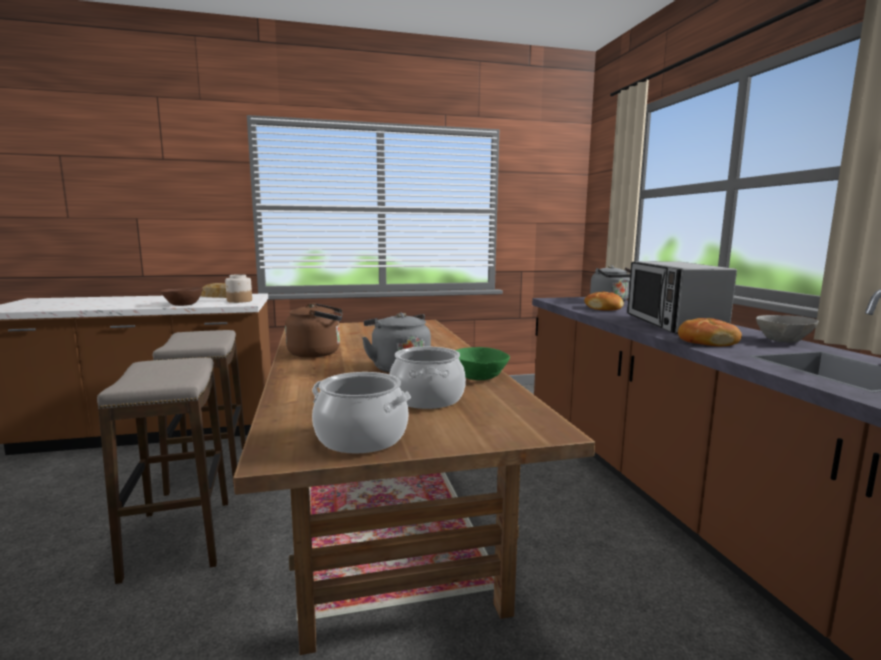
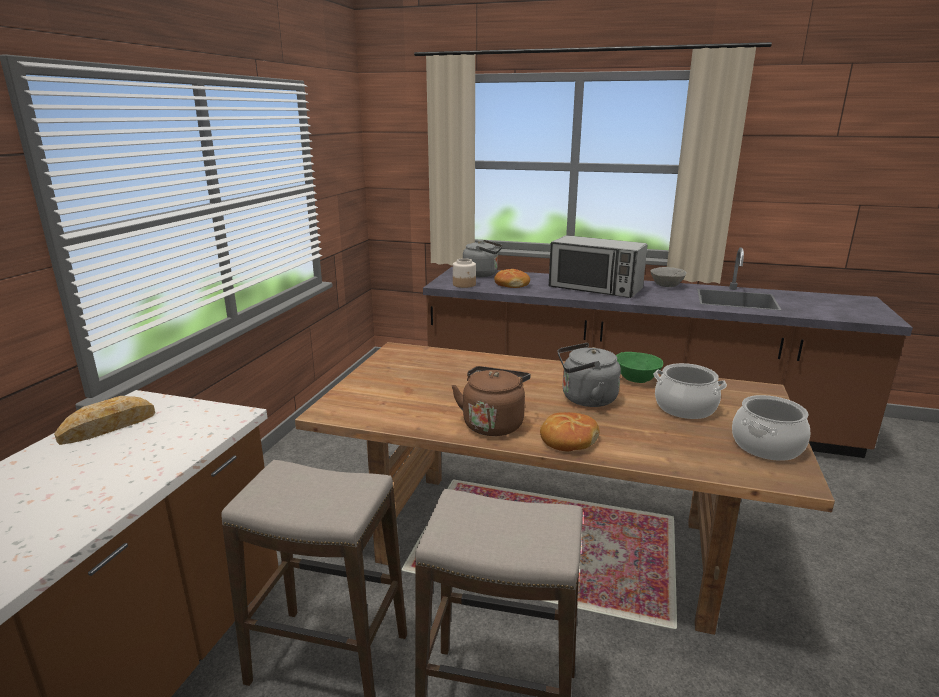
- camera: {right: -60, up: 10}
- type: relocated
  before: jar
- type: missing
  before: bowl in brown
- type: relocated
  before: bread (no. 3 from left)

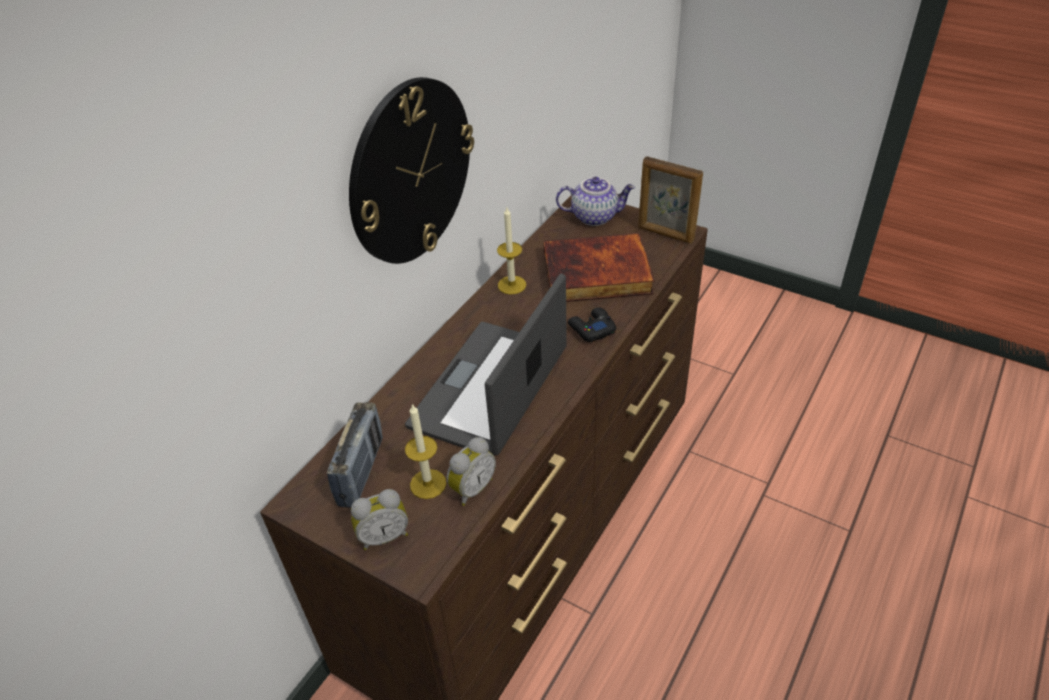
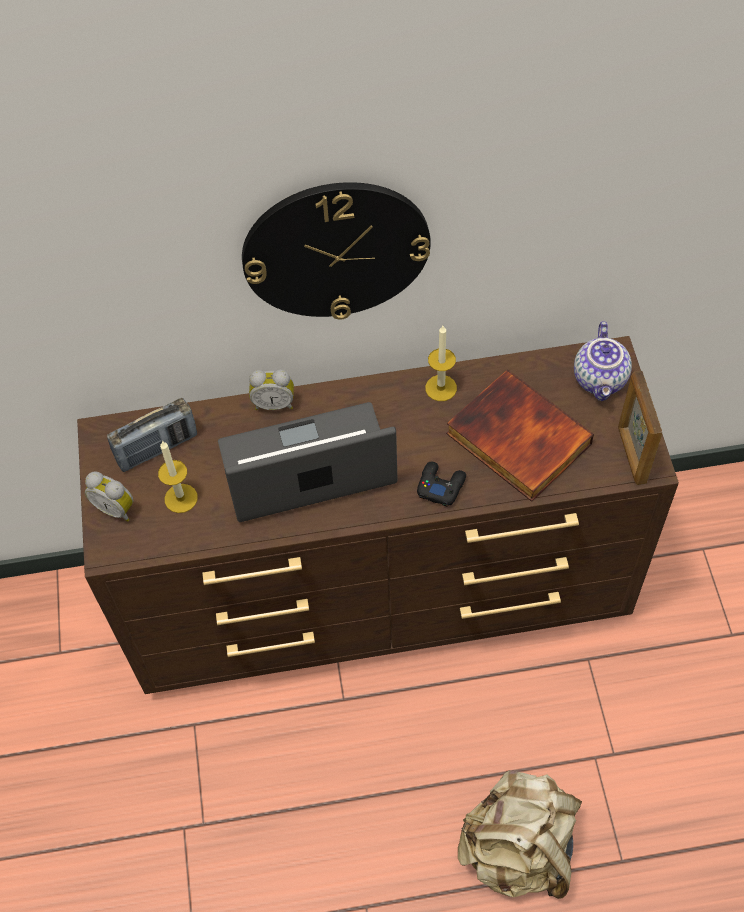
- camera: {right: 50, up: 15}
- type: spun
  before: teapot
  turn: 45
- type: relocated
  before: alarm clock (no. 2 from left)
- type: appeared
  after: backpack in beige

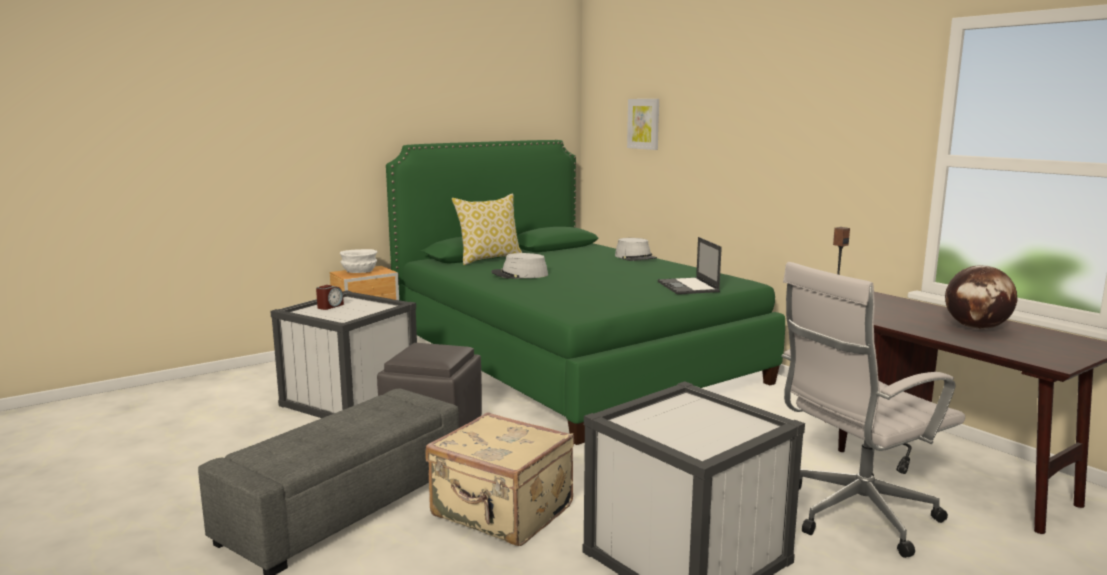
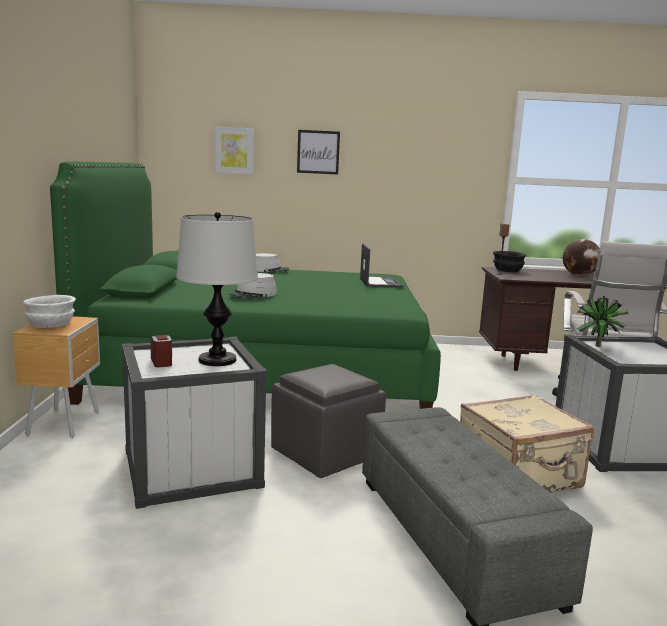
- camera: {right: -55, up: 0}
- type: missing
  before: pillow
- type: spun
  before: laptop
  turn: -120
- type: appeared
  after: picture (no. 2 from left)
- type: appeared
  after: table lamp
- type: appeared
  after: bowl in black
- type: appeared
  after: potted plant

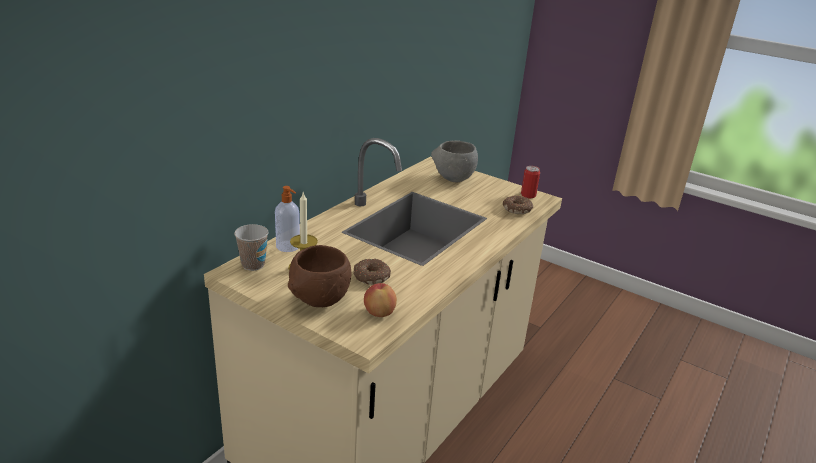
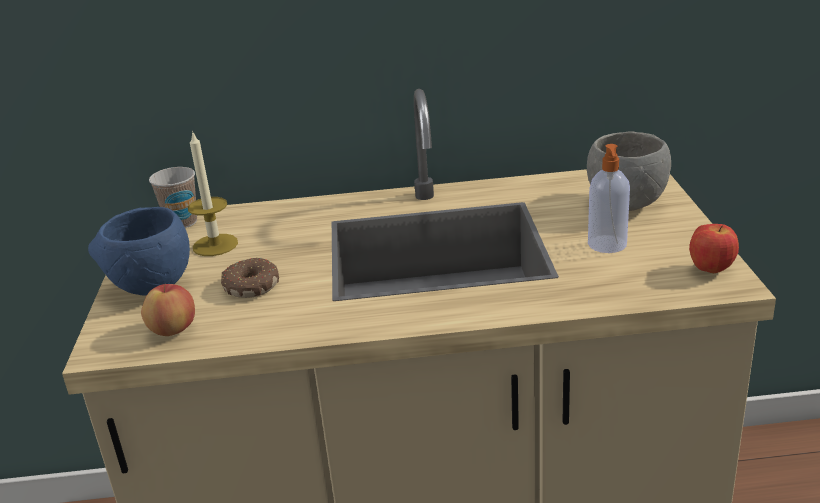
- camera: {right: 55, up: 0}
- type: exchanged
  before: can
  after: apple (no. 2 from left)
- type: relocated
  before: soap dispenser
- type: missing
  before: donut (no. 2 from left)
- type: colour
  before: bowl in brown
  after: bowl in blue

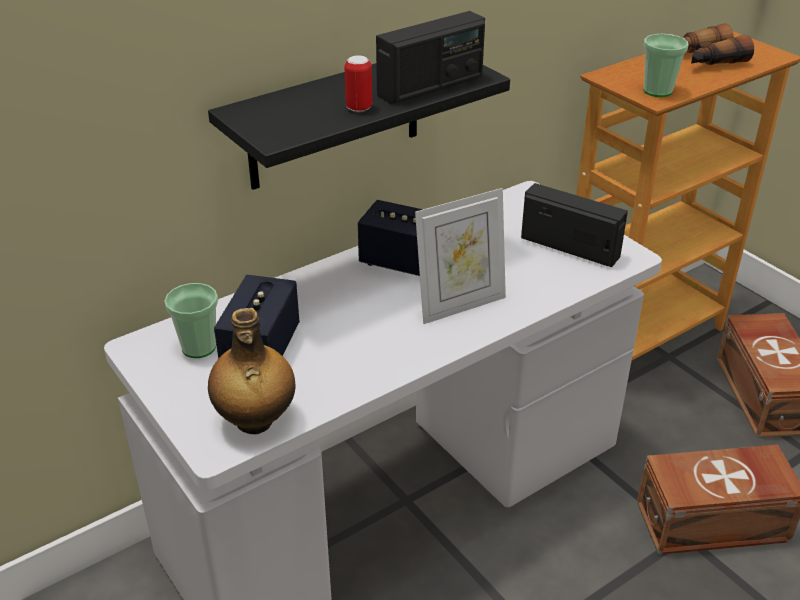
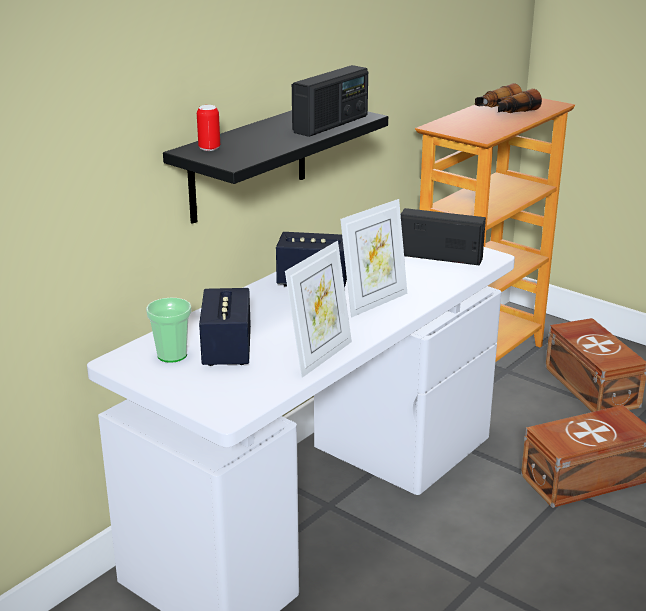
- camera: {right: -15, up: -10}
- type: missing
  before: cup (no. 2 from left)
- type: relocated
  before: can
- type: missing
  before: bottle
- type: appeared
  after: picture frame (no. 1 from left)

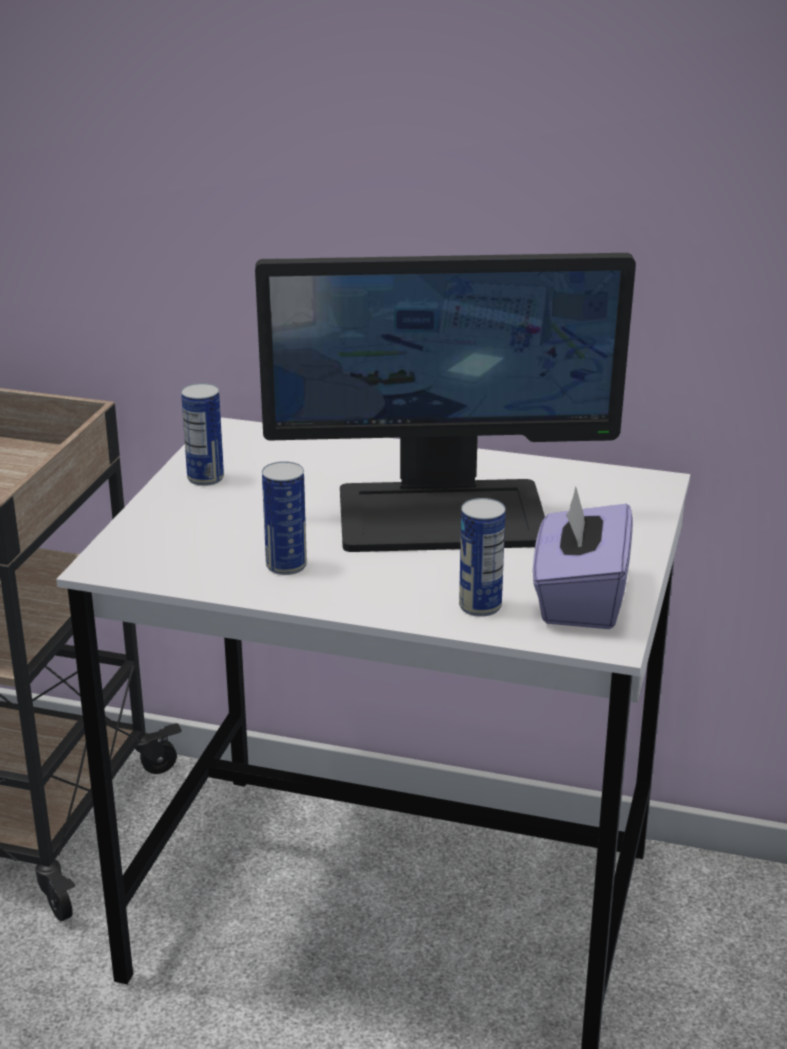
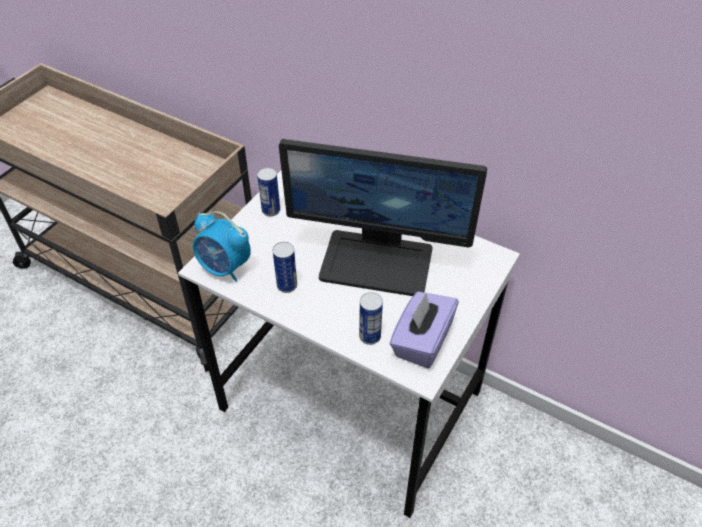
- camera: {right: 15, up: 20}
- type: appeared
  after: alarm clock

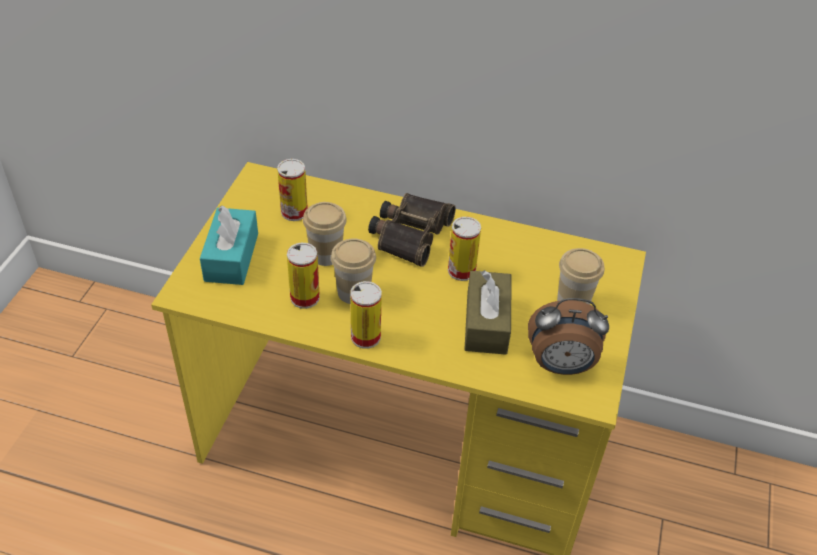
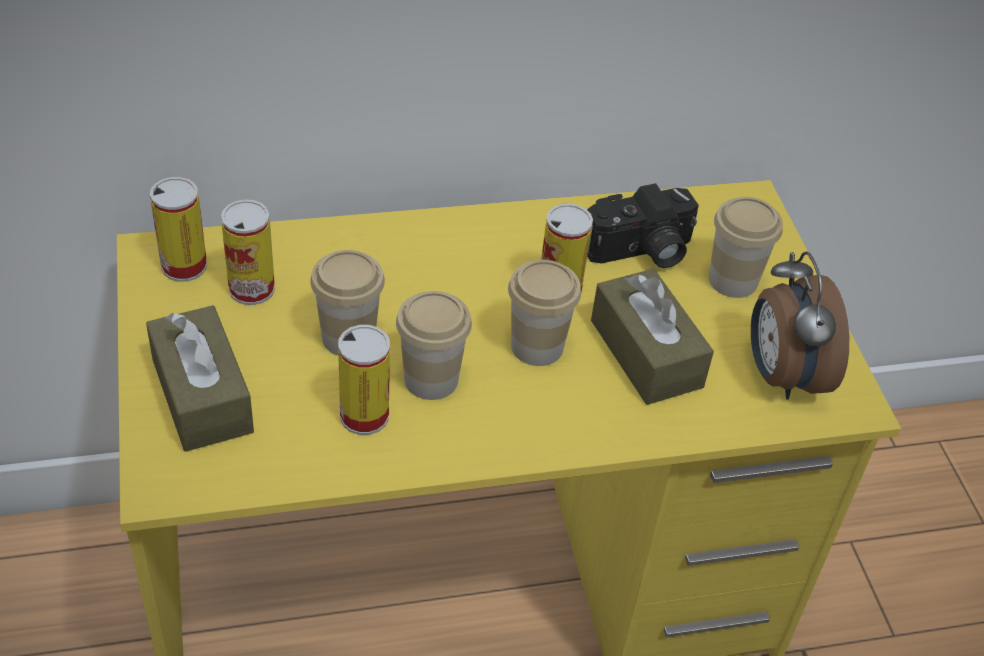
- camera: {right: -30, up: 0}
- type: missing
  before: binoculars
- type: colour
  before: tissue box in turquoise
  after: tissue box in brown (no. 1 from left)
- type: relocated
  before: can (no. 3 from left in the first image)
  after: can (no. 1 from left)
- type: spun
  before: alarm clock
  turn: 105
- type: appeared
  after: photo camera
- type: appeared
  after: cup (no. 3 from left)

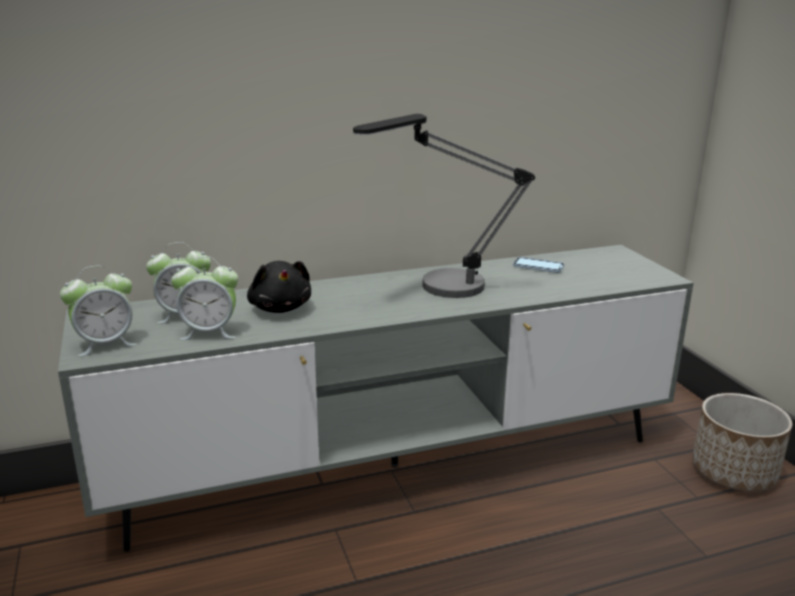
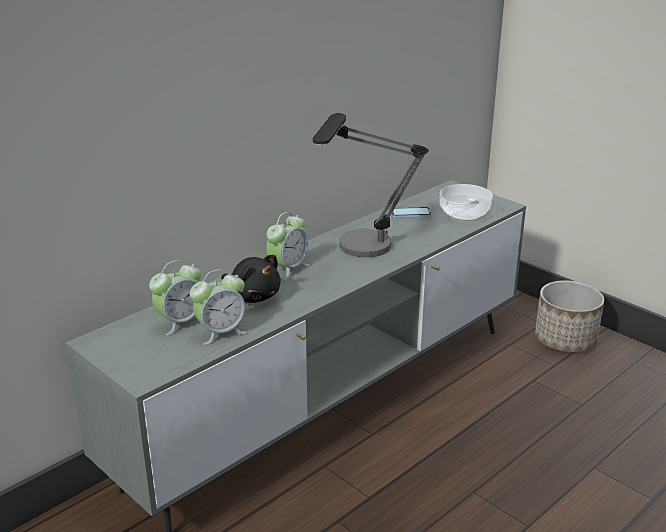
- camera: {right: -25, up: 5}
- type: relocated
  before: alarm clock (no. 1 from left in the first image)
  after: alarm clock (no. 3 from left)
- type: appeared
  after: bowl

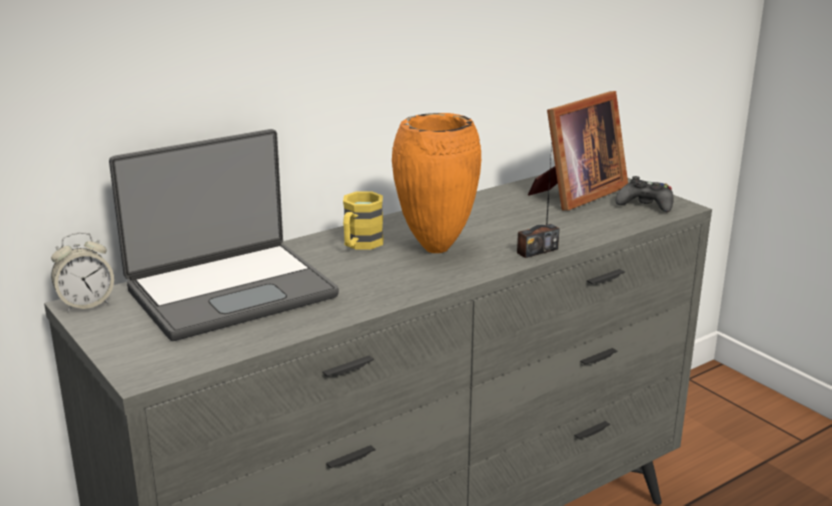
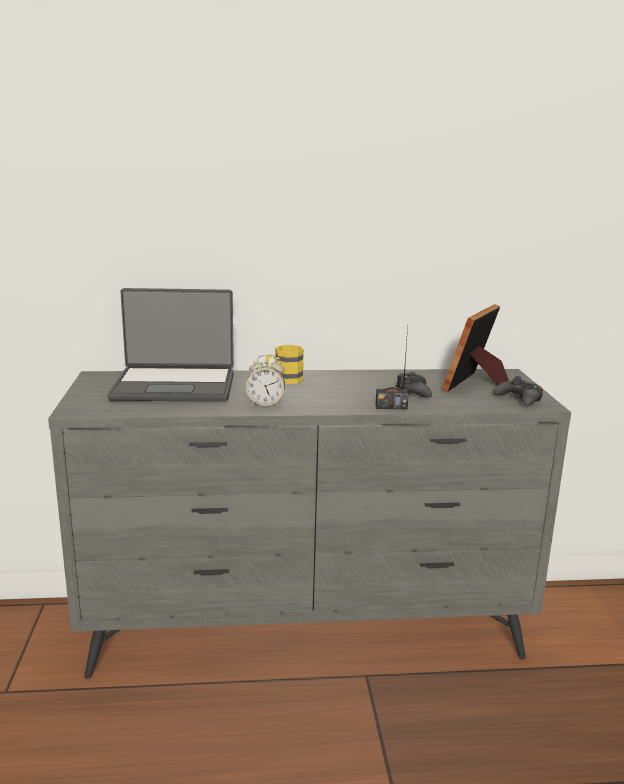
- camera: {right: 30, up: -5}
- type: spun
  before: picture frame
  turn: 135
- type: missing
  before: vase in orange
- type: relocated
  before: alarm clock
- type: appeared
  after: game controller in black (no. 1 from left)

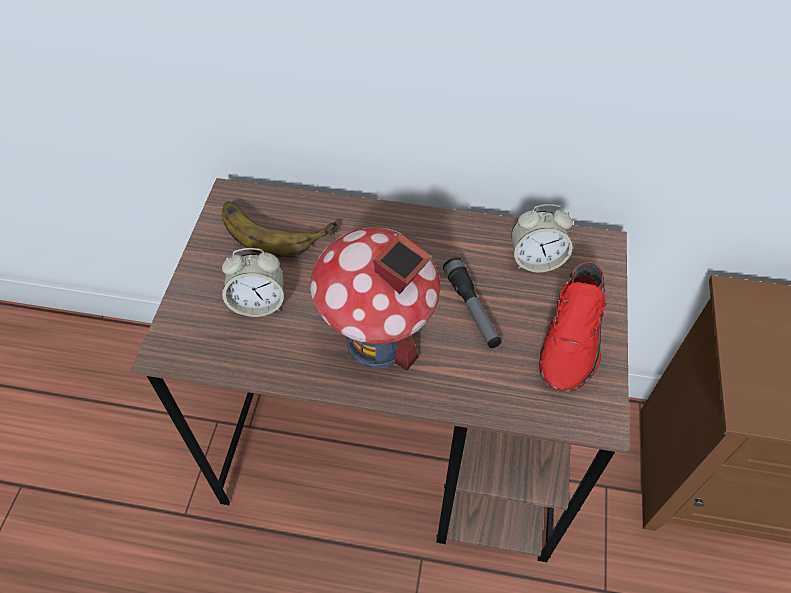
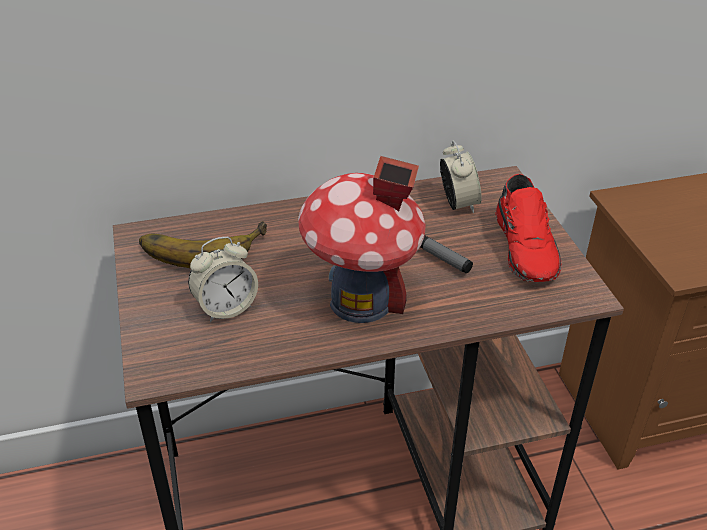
- camera: {right: -25, up: -15}
- type: spun
  before: alarm clock (no. 2 from left)
  turn: -75

